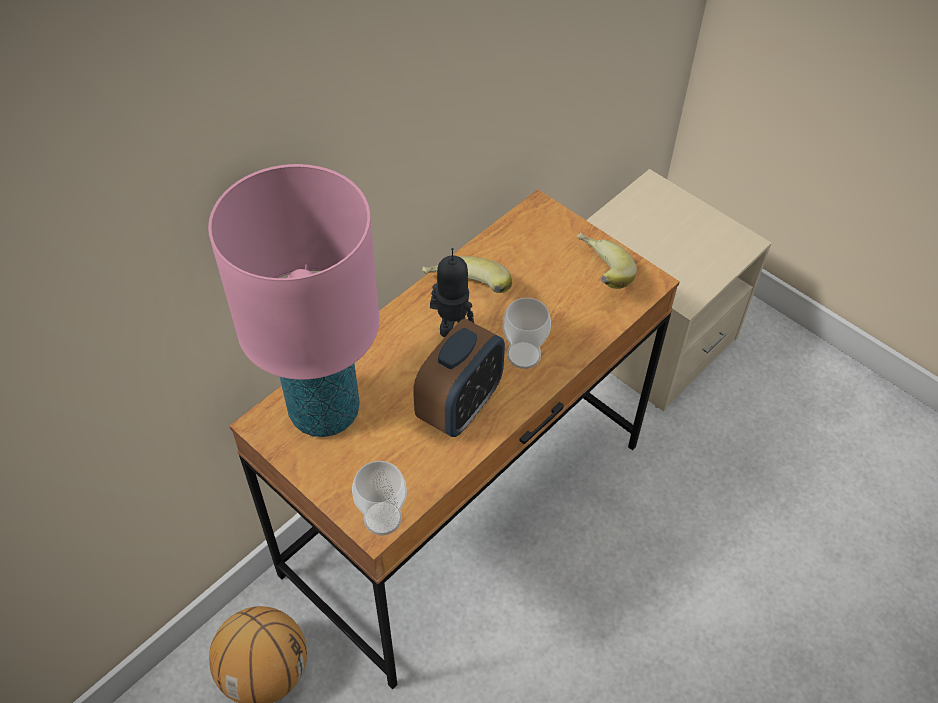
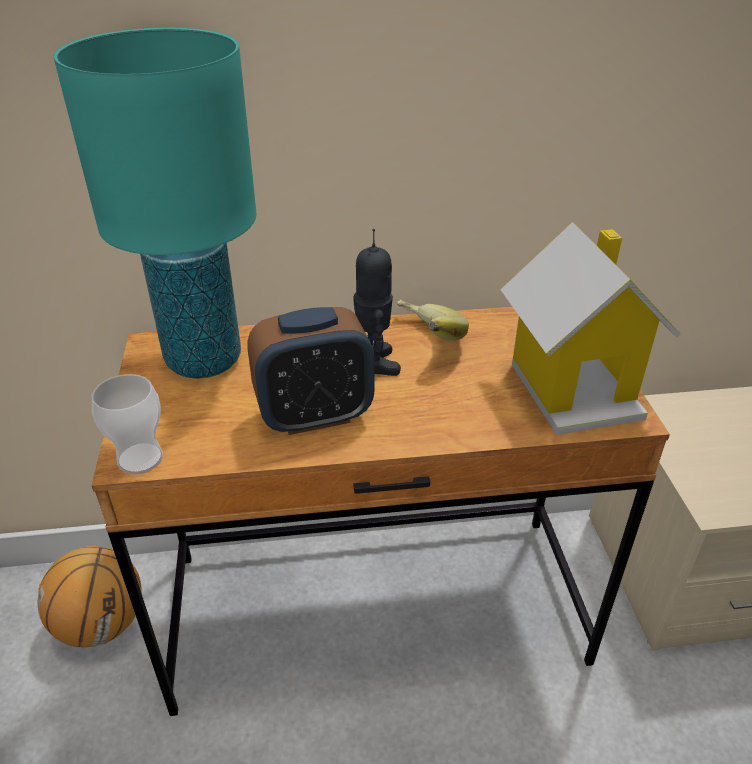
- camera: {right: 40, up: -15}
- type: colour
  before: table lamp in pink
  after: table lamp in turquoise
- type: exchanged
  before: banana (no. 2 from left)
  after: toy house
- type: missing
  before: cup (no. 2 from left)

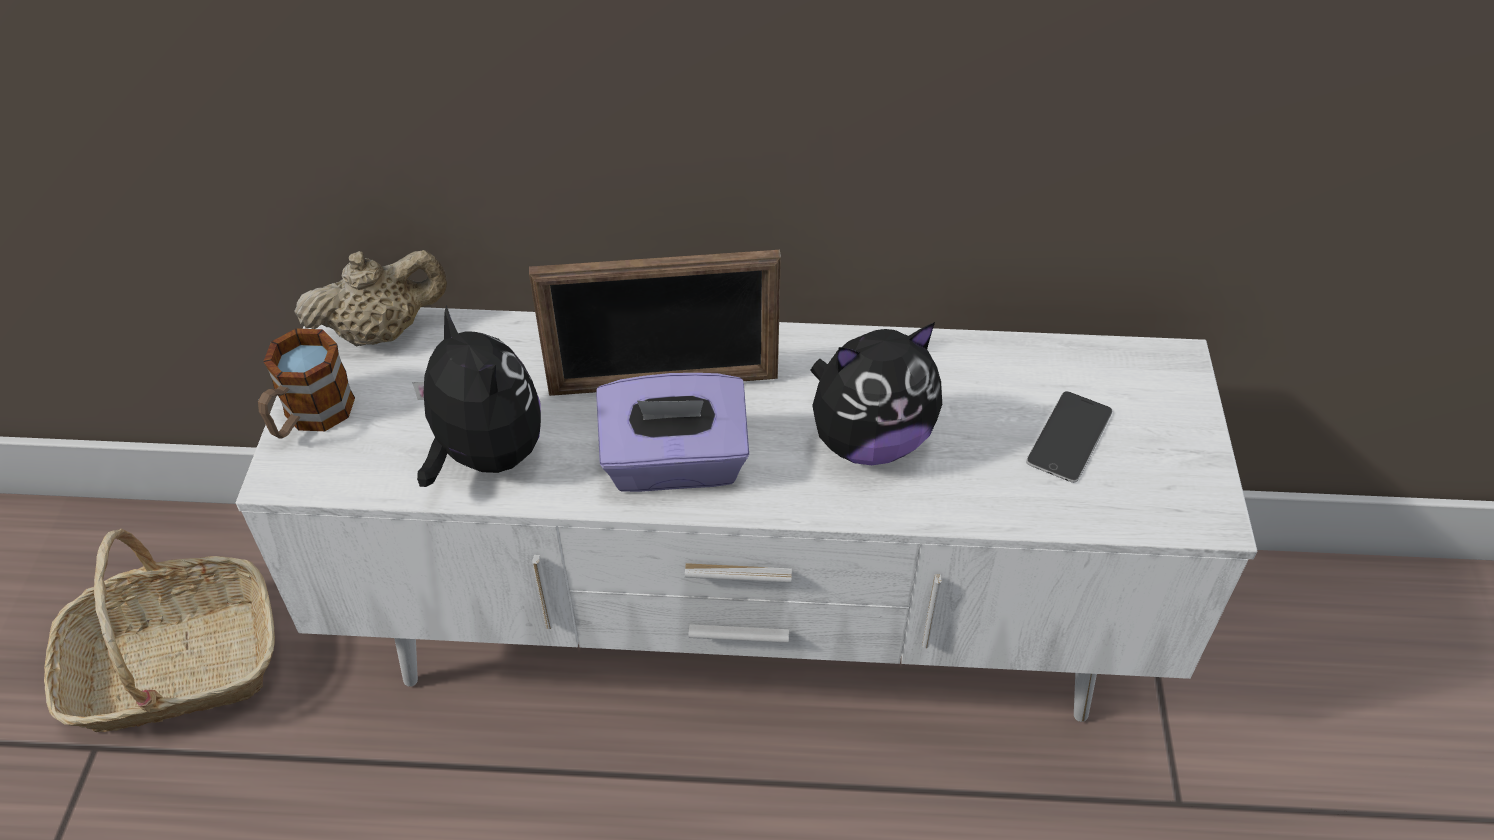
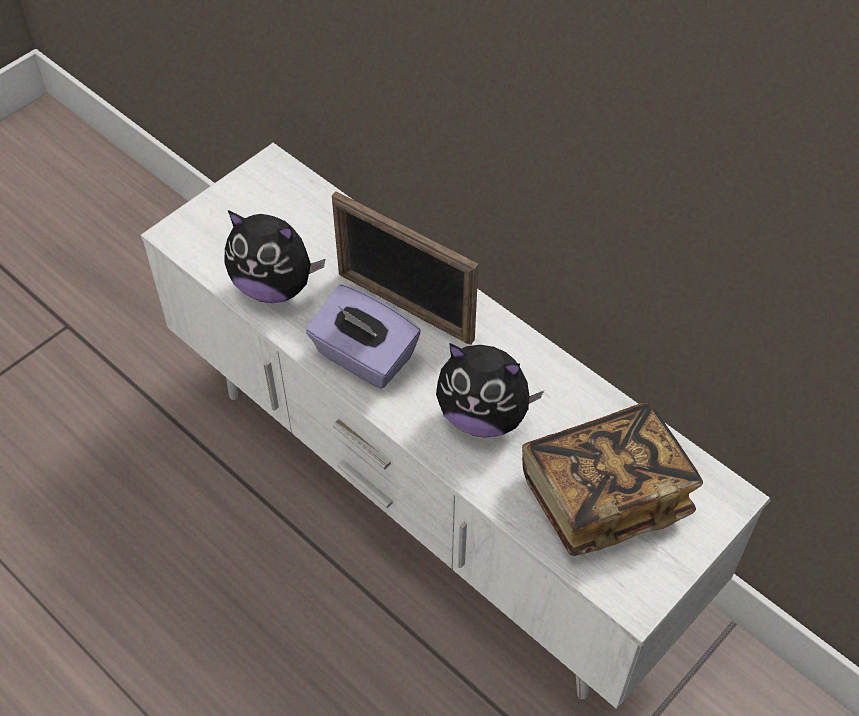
- camera: {right: 40, up: 5}
- type: missing
  before: teapot in beige
- type: spun
  before: plush toy (no. 1 from left)
  turn: 105
- type: missing
  before: mug
- type: exchanged
  before: phone
  after: book
- type: missing
  before: basket

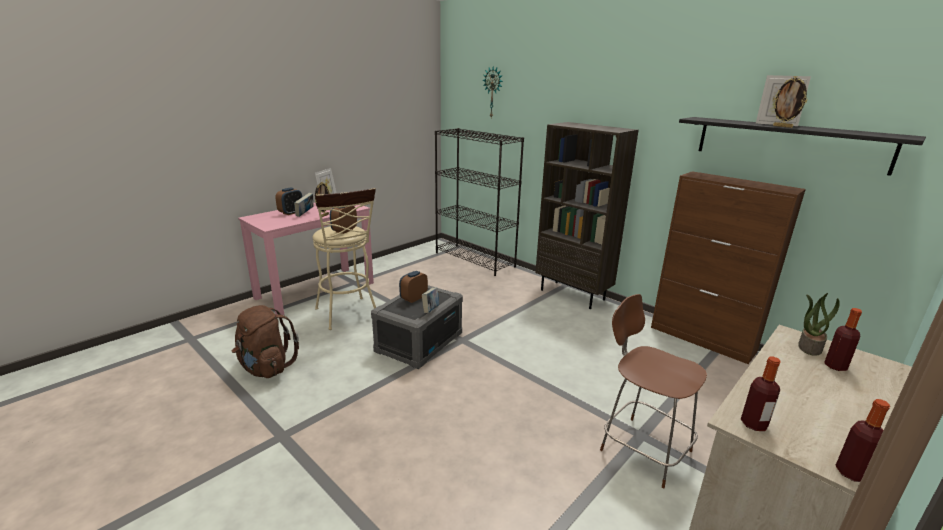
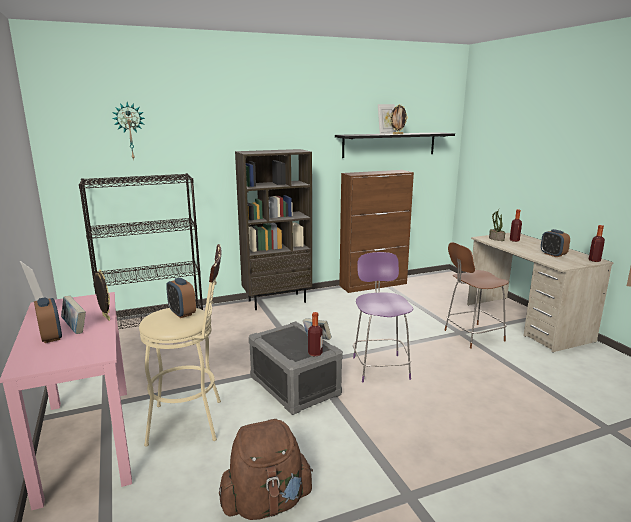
- camera: {right: -65, up: -5}
- type: relocated
  before: alarm clock (no. 3 from left)
- type: relocated
  before: bottle (no. 1 from left)
- type: appeared
  after: chair in purple

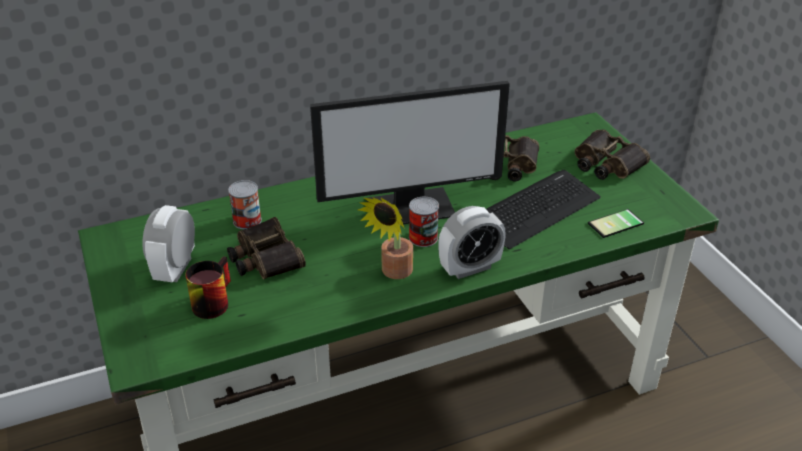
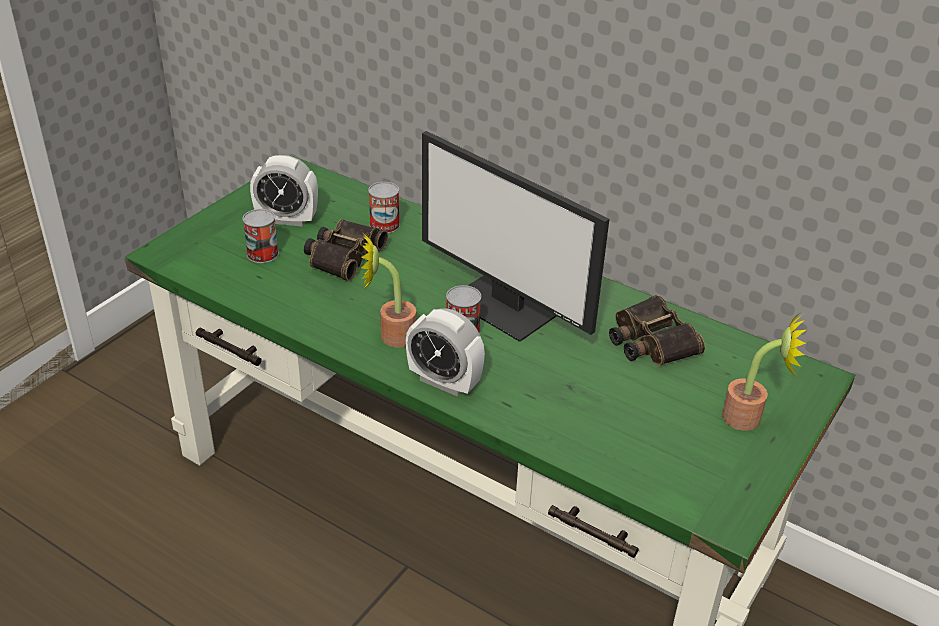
- camera: {right: 55, up: 0}
- type: exchanged
  before: binoculars (no. 3 from left)
  after: potted plant (no. 2 from left)
- type: missing
  before: keyboard
- type: spun
  before: alarm clock (no. 1 from left)
  turn: -150
- type: missing
  before: phone
- type: exchanged
  before: mug
  after: can (no. 1 from left)

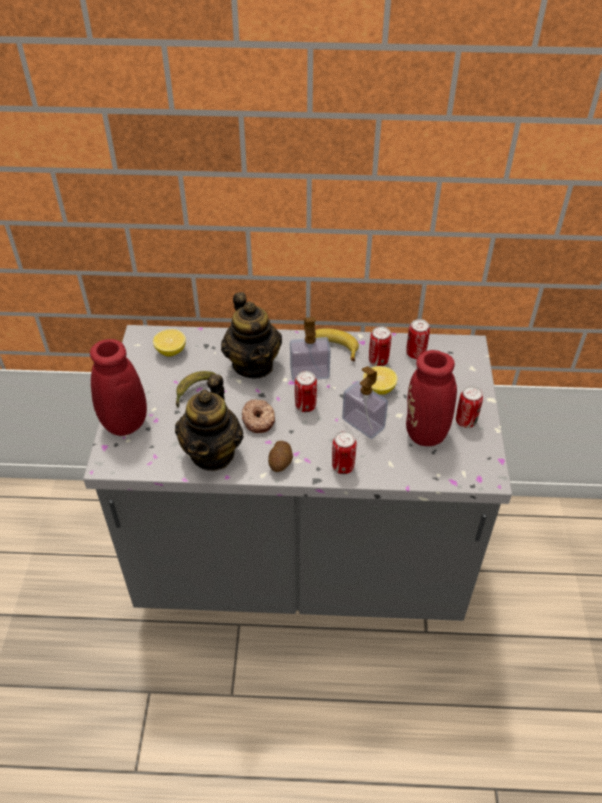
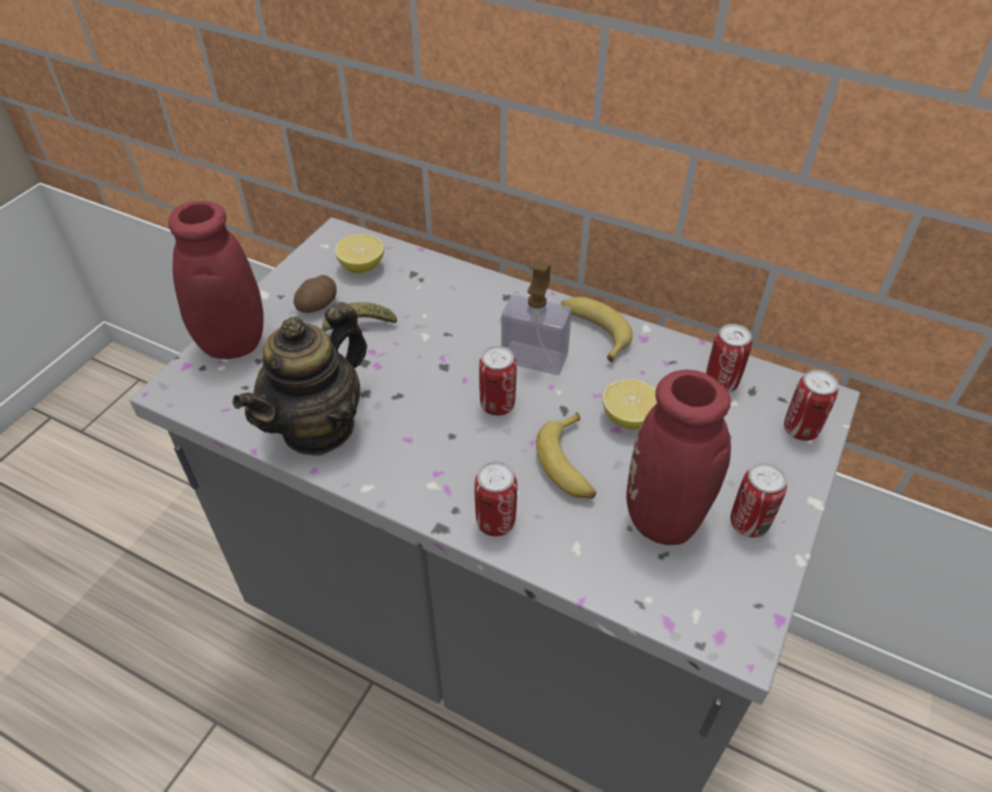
- camera: {right: 25, up: 0}
- type: missing
  before: teapot (no. 2 from left)
- type: relocated
  before: can (no. 3 from left in the first image)
  after: can (no. 5 from left)
- type: exchanged
  before: soap dispenser (no. 2 from left)
  after: banana (no. 2 from left)
- type: missing
  before: donut
- type: relocated
  before: potato

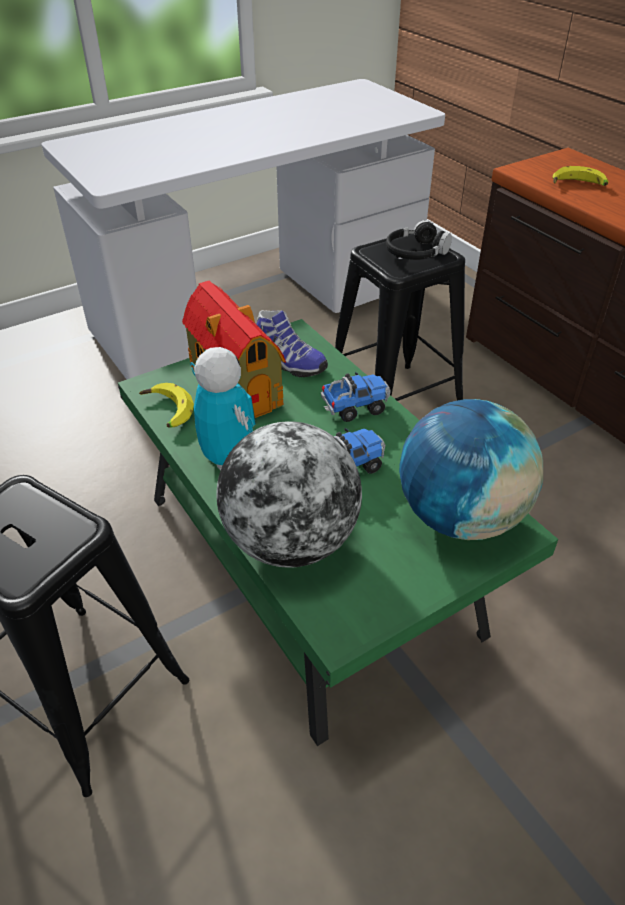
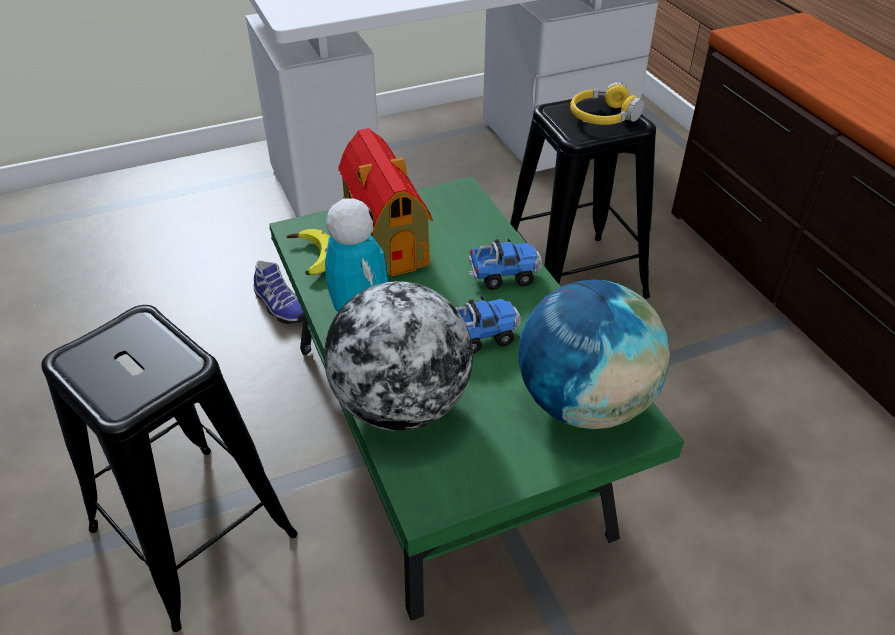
- camera: {right: 10, up: 0}
- type: missing
  before: banana (no. 2 from left)
- type: colour
  before: headphones in black
  after: headphones in yellow
- type: relocated
  before: shoe

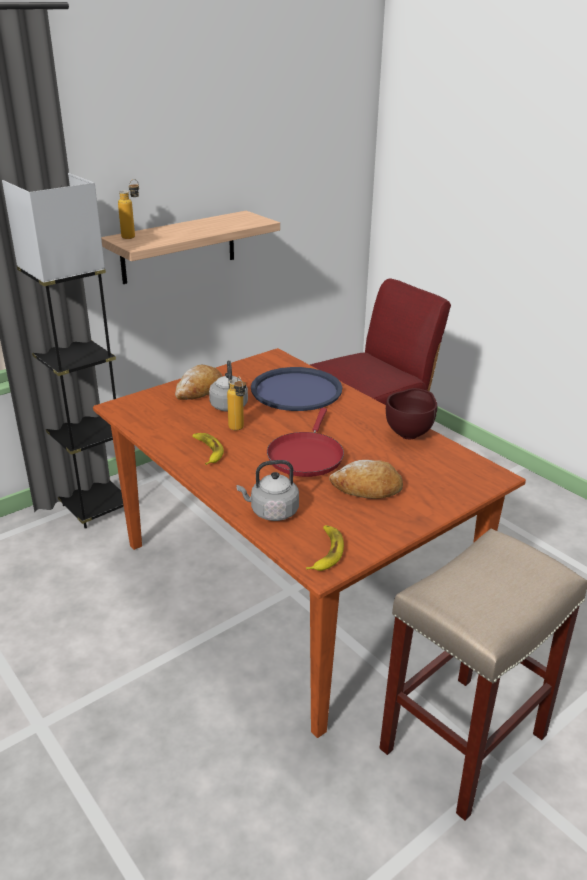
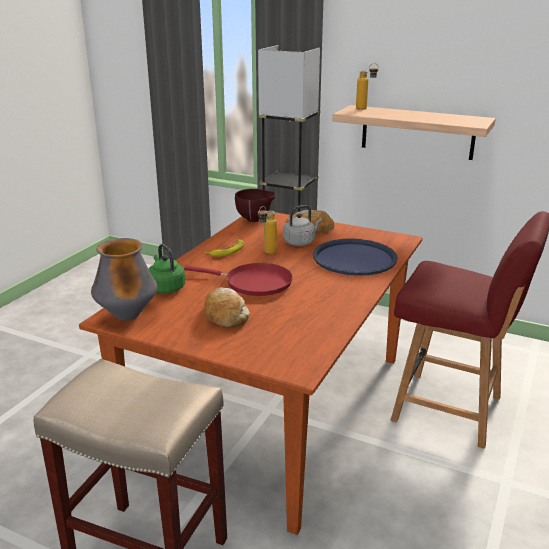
- camera: {right: 65, up: -5}
- type: relocated
  before: bowl in brown
- type: spun
  before: frying pan in red
  turn: -150
- type: colour
  before: kettle in grey (no. 2 from left)
  after: kettle in green
- type: exchanged
  before: banana (no. 2 from left)
  after: vase

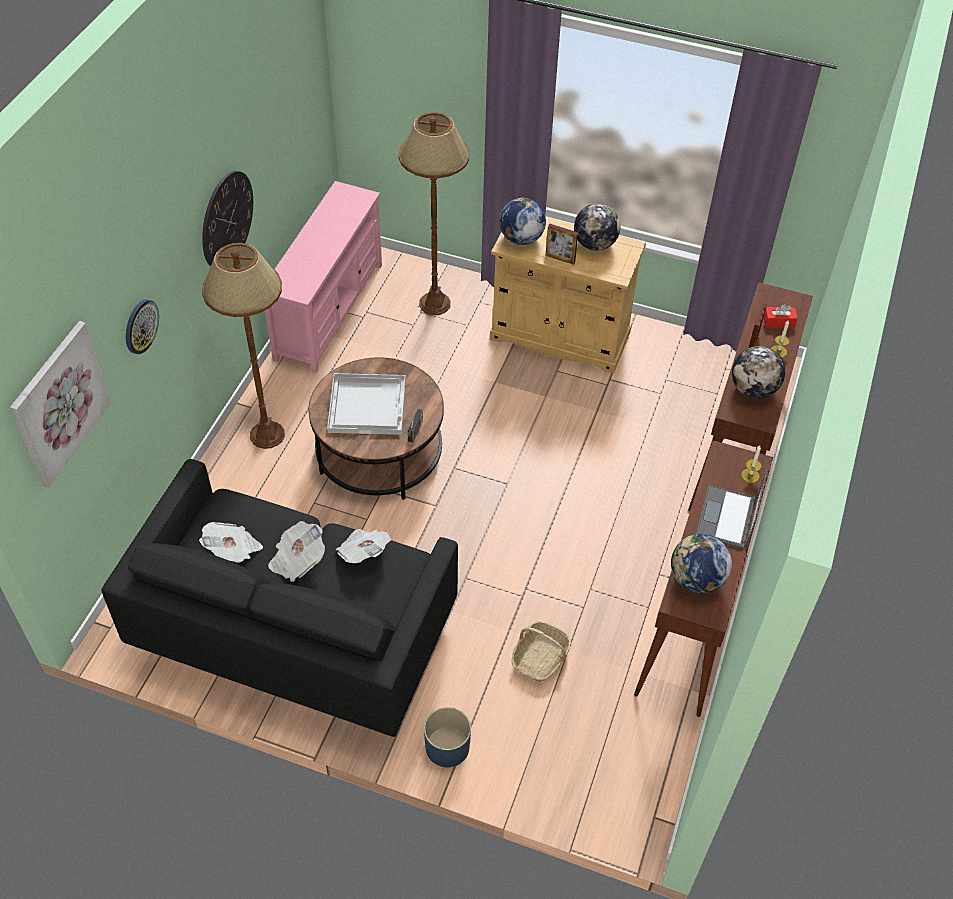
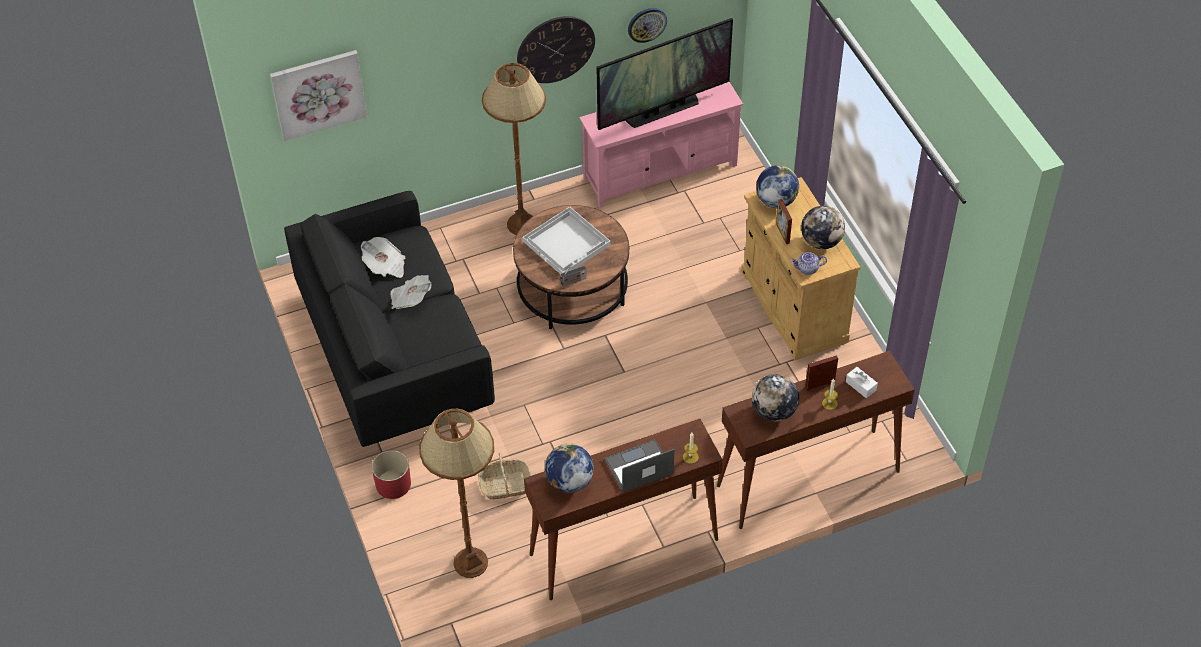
- camera: {right: 50, up: 0}
- type: relocated
  before: floor lamp in brown (no. 2 from left in the first image)
  after: floor lamp in brown (no. 1 from left)
- type: relocated
  before: wall clock (no. 1 from left in the first image)
  after: wall clock (no. 2 from left)
- type: colour
  before: tissue box in red
  after: tissue box in white
- type: missing
  before: newspaper (no. 3 from left)
- type: colour
  before: planter in blue
  after: planter in red
- type: appeared
  after: television
- type: appeared
  after: teapot

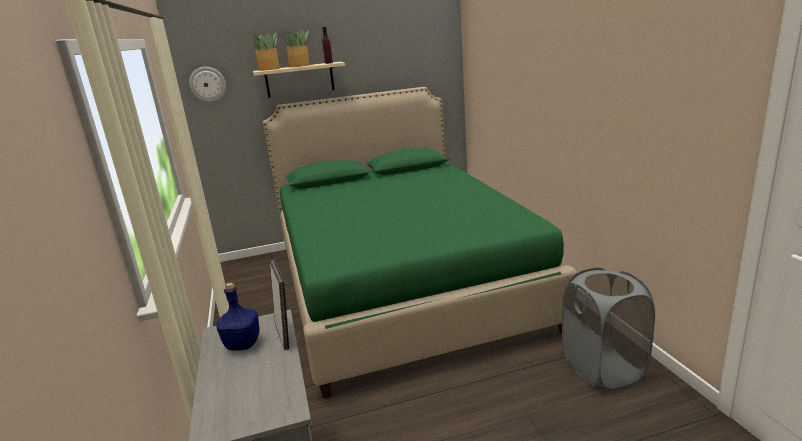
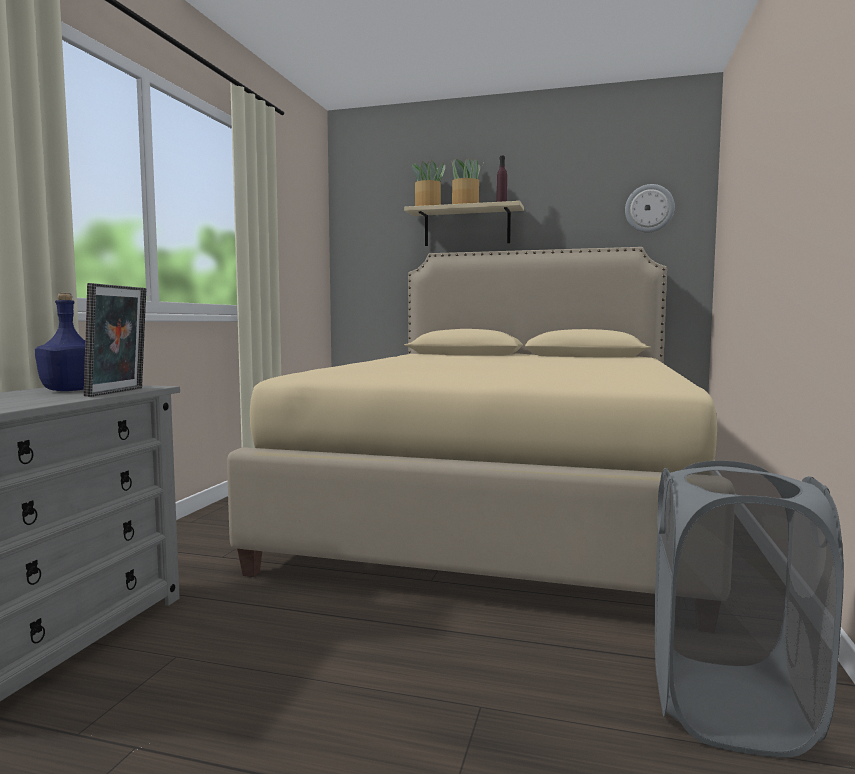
- camera: {right: 30, up: -15}
- type: relocated
  before: wall clock
- type: colour
  before: bed in green
  after: bed in beige

